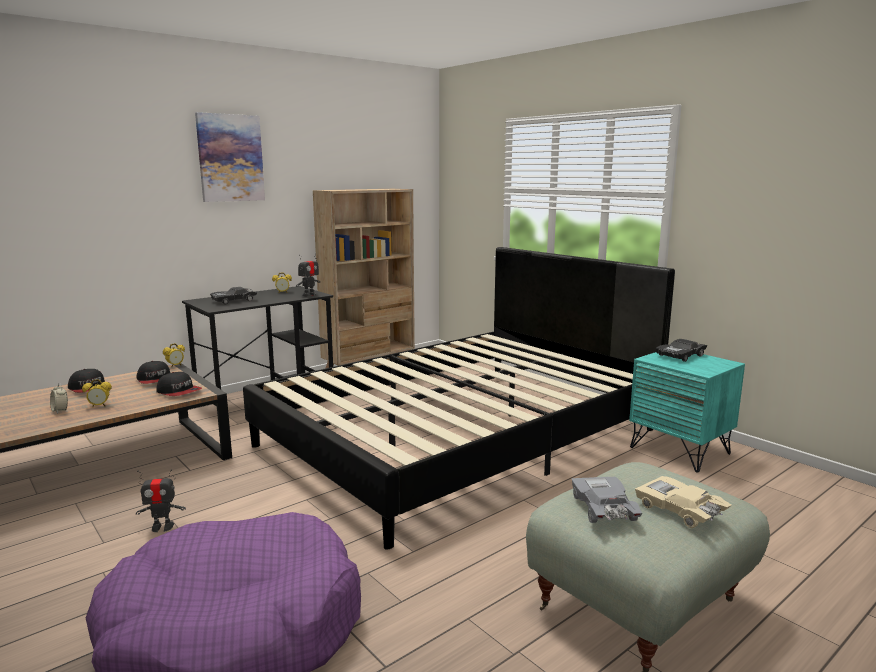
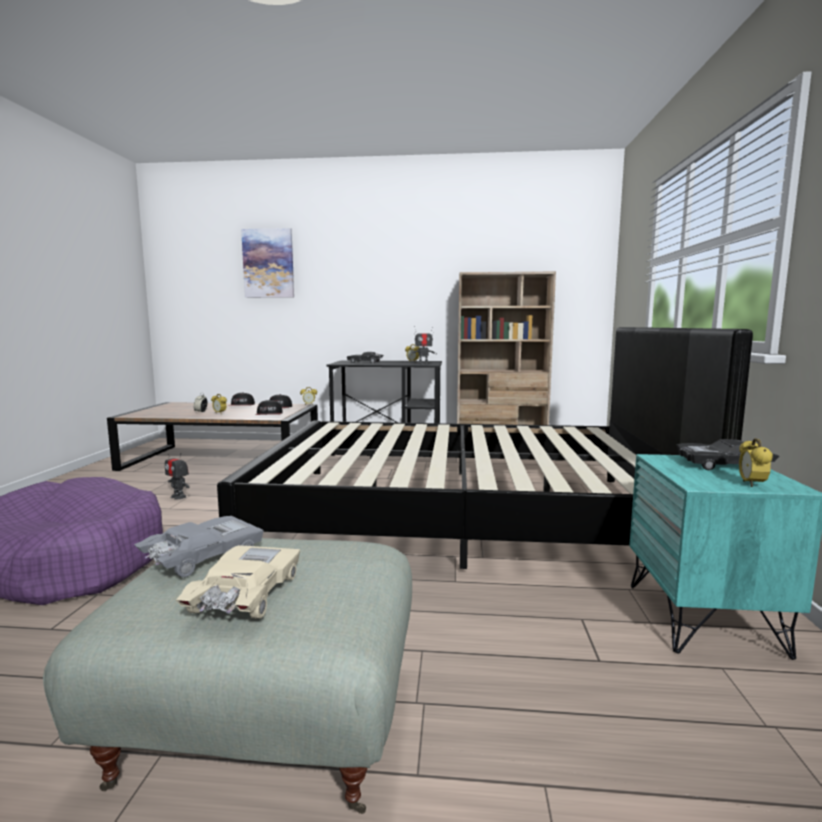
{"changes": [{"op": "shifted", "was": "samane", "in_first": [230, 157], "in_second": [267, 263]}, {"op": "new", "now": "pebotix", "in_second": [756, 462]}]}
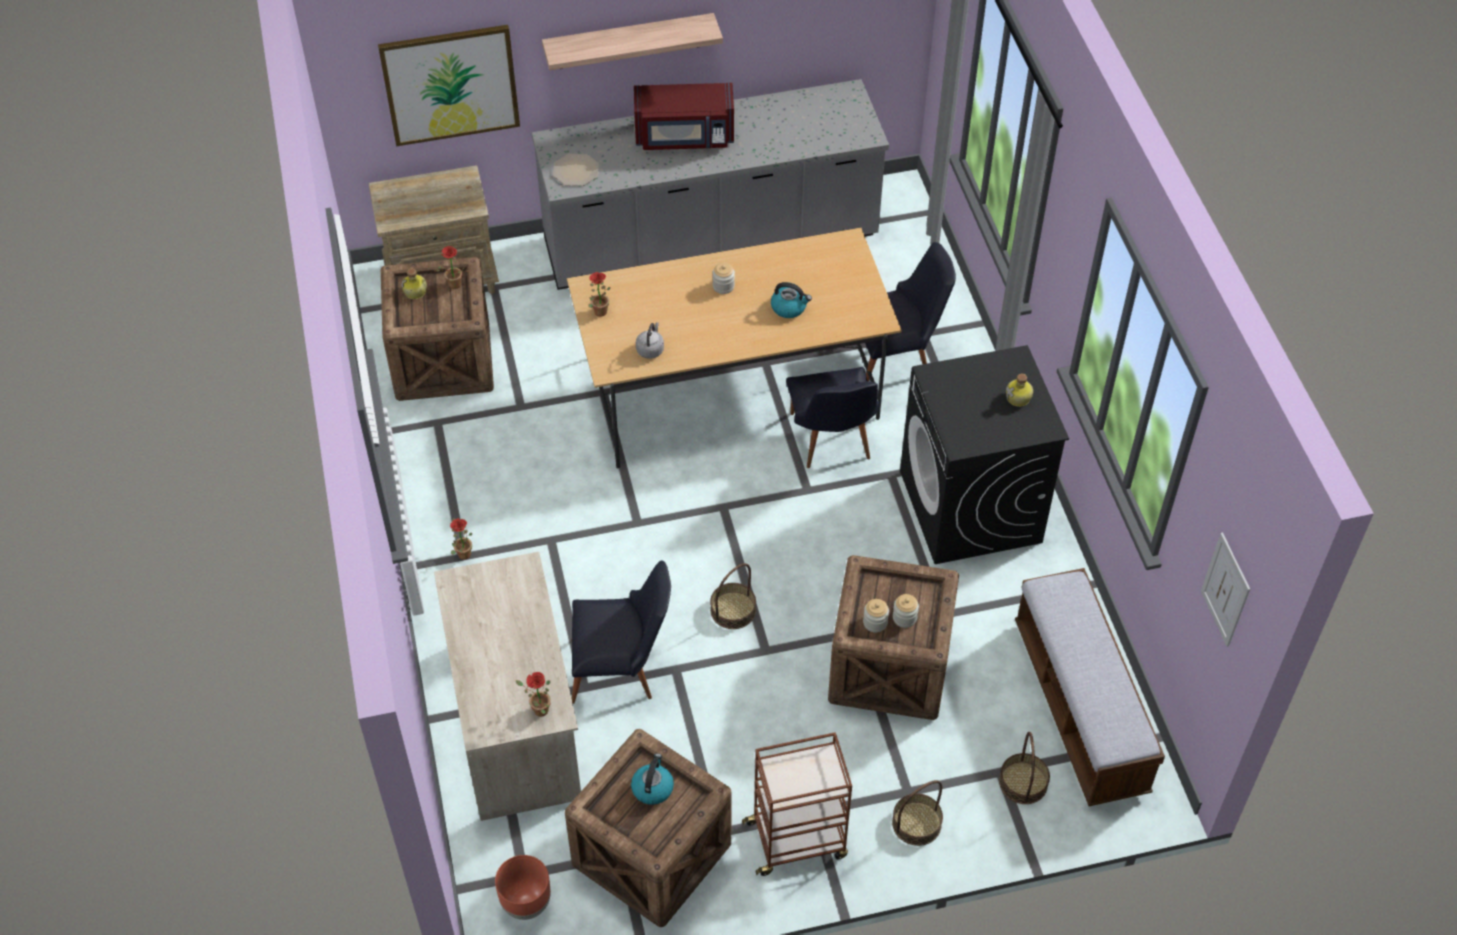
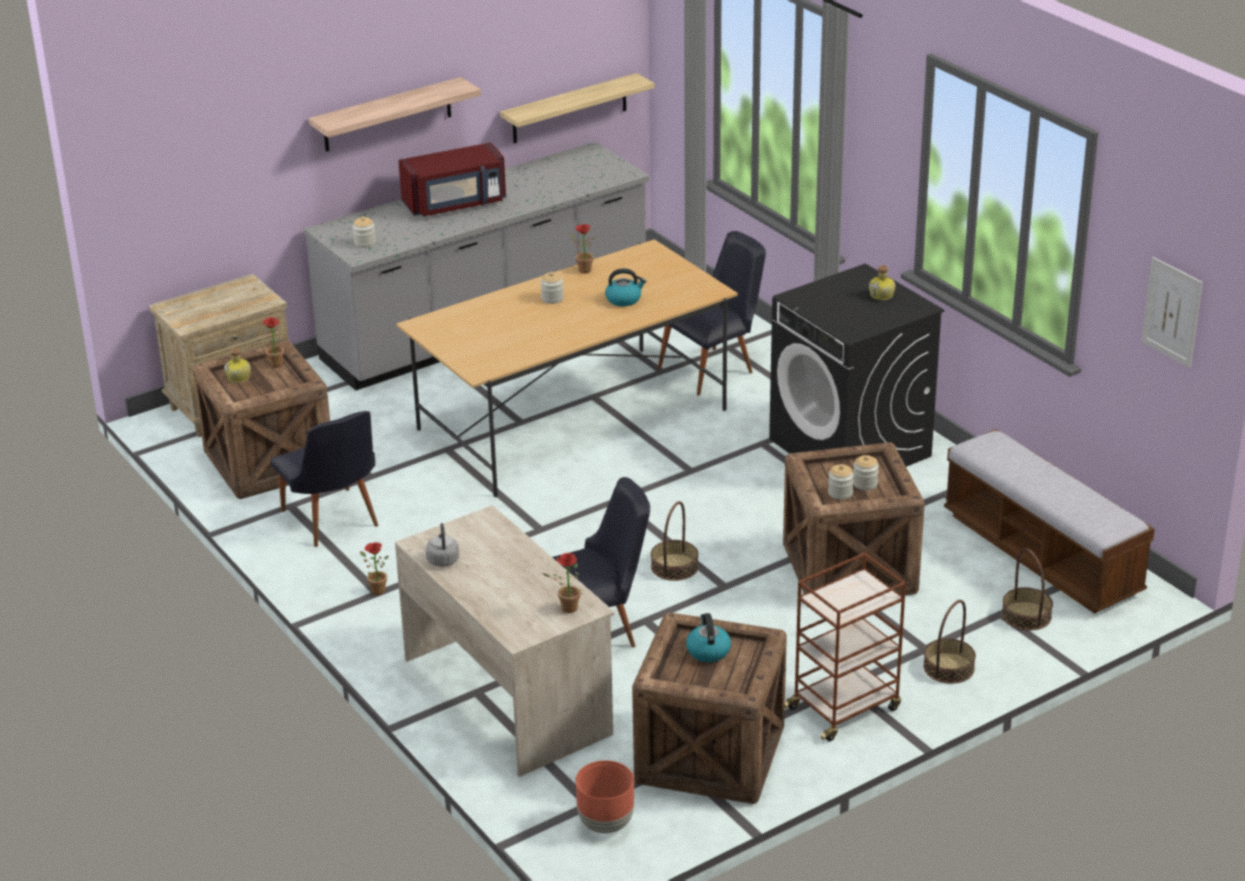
{"changes": [{"op": "gone", "was": "samane", "in_first": [449, 85]}, {"op": "swapped", "was": "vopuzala", "now": "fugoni", "in_first": [575, 170], "in_second": [364, 232]}, {"op": "shifted", "was": "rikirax", "in_first": [599, 294], "in_second": [583, 248]}, {"op": "shifted", "was": "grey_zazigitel", "in_first": [650, 340], "in_second": [442, 545]}, {"op": "shifted", "was": "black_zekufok", "in_first": [833, 417], "in_second": [324, 479]}, {"op": "new", "now": "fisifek", "in_second": [577, 108]}]}
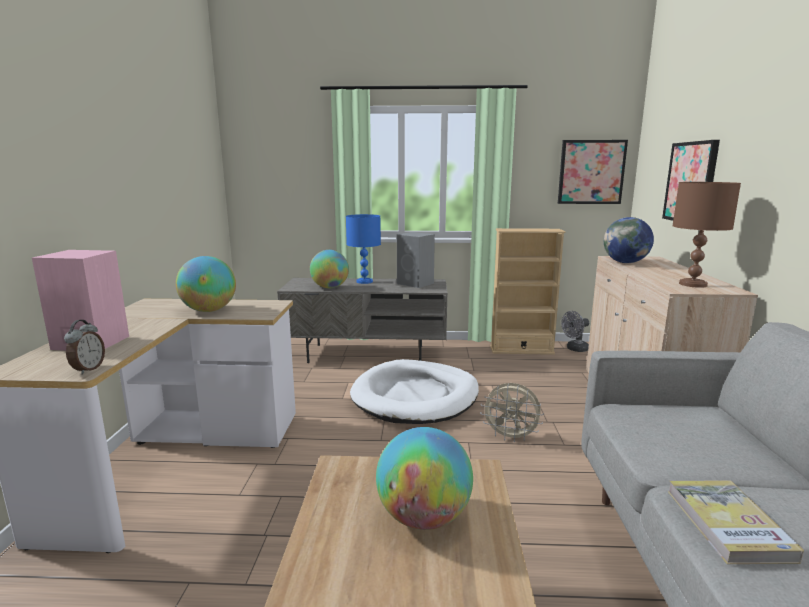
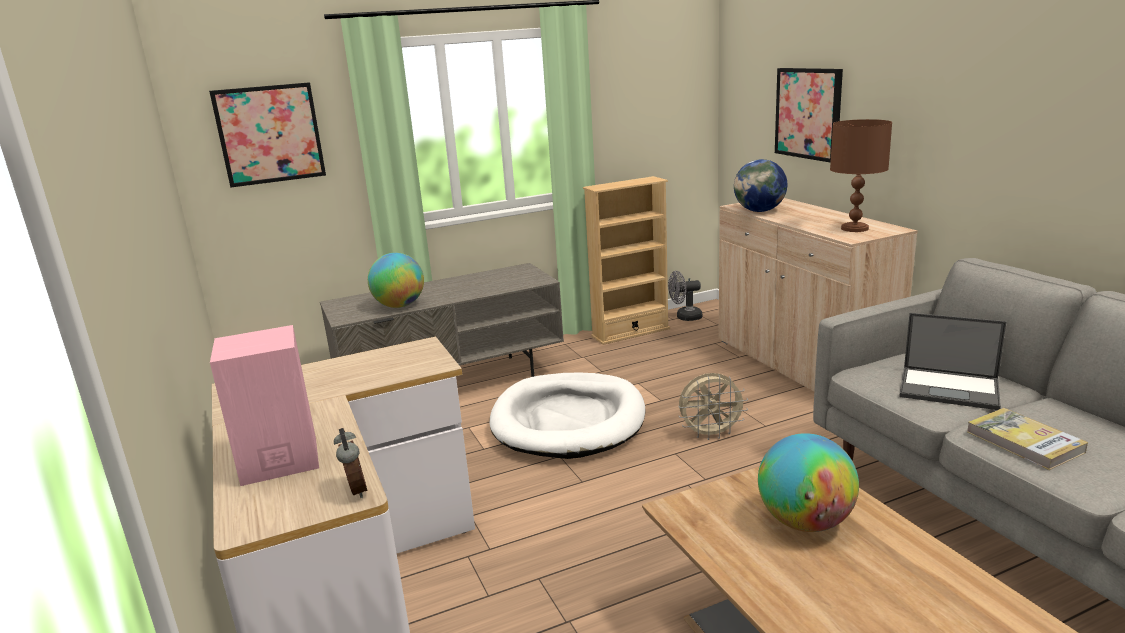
{"changes": [{"op": "gone", "was": "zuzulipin", "in_first": [206, 284]}, {"op": "gone", "was": "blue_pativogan", "in_first": [363, 249]}, {"op": "gone", "was": "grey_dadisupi", "in_first": [416, 260]}, {"op": "shifted", "was": "samane", "in_first": [593, 172], "in_second": [267, 135]}, {"op": "rotated", "was": "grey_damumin", "in_first": [575, 331], "in_second": [685, 296], "clockwise": 45}, {"op": "new", "now": "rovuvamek", "in_second": [952, 361]}]}
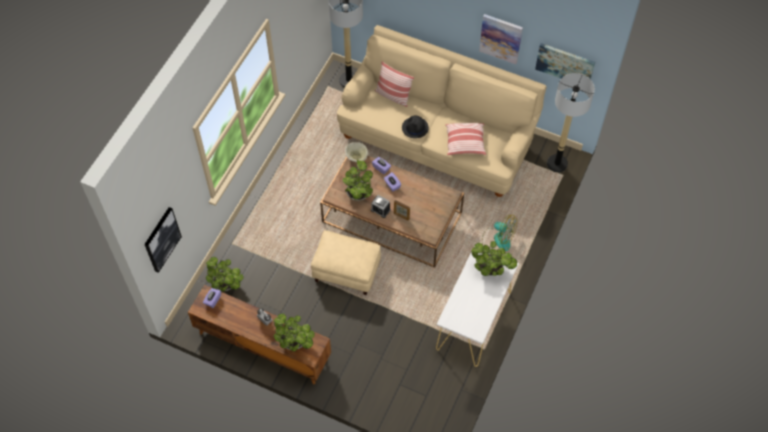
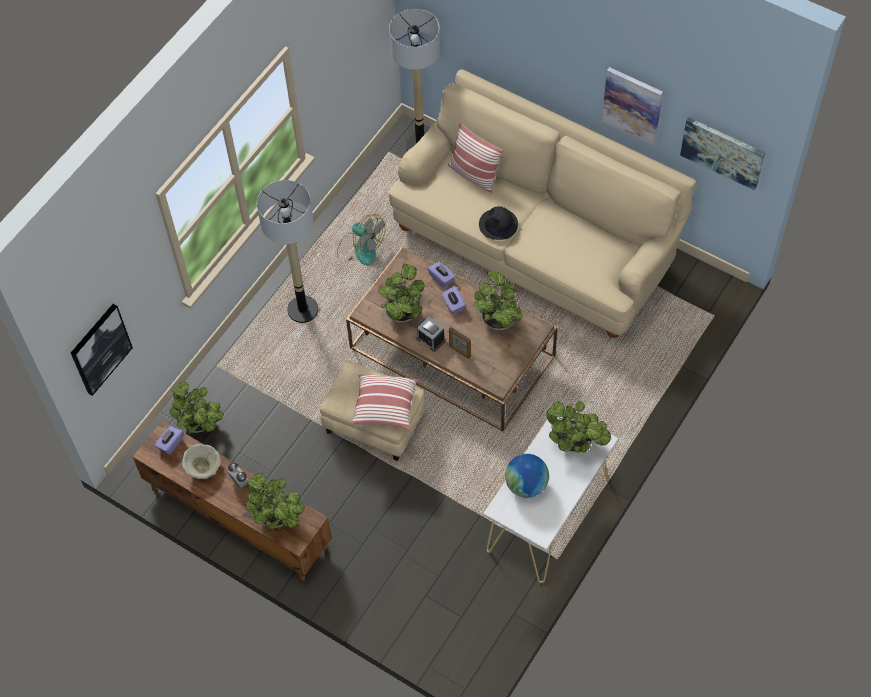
{"changes": [{"op": "shifted", "was": "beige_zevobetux", "in_first": [356, 152], "in_second": [201, 461]}, {"op": "shifted", "was": "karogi", "in_first": [465, 139], "in_second": [384, 403]}, {"op": "shifted", "was": "damumin", "in_first": [499, 233], "in_second": [361, 240]}, {"op": "shifted", "was": "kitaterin", "in_first": [571, 123], "in_second": [287, 251]}, {"op": "new", "now": "rikirax", "in_second": [498, 300]}, {"op": "new", "now": "zuzulipin", "in_second": [527, 476]}]}
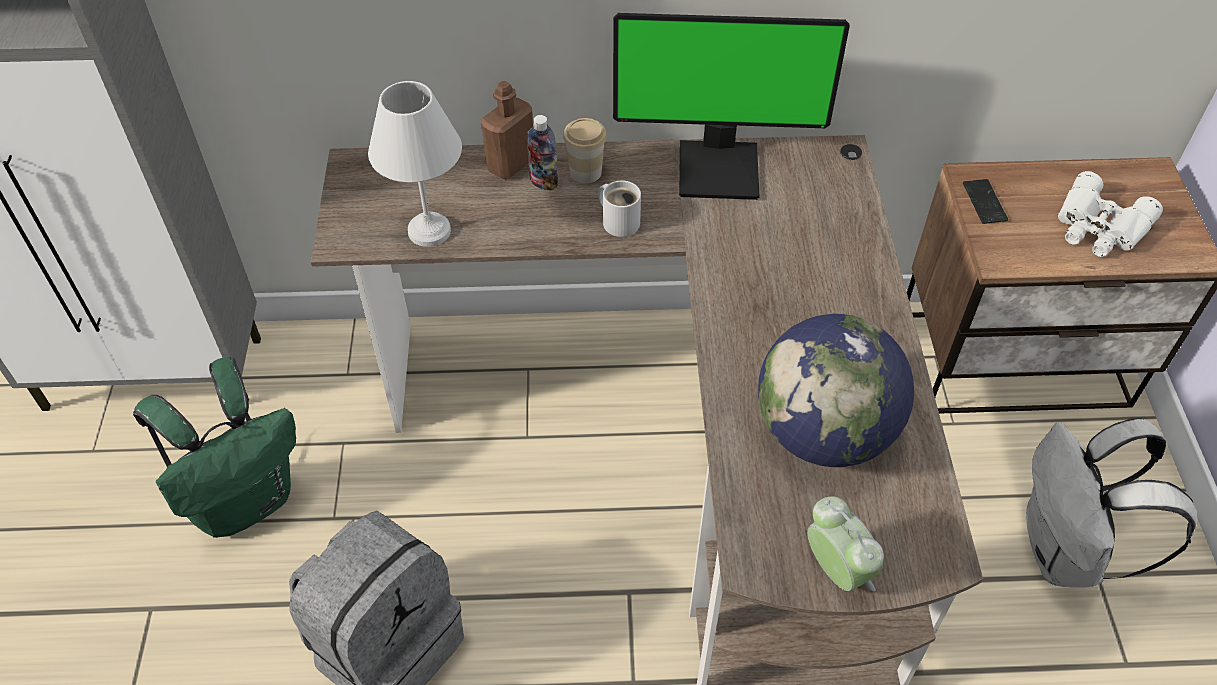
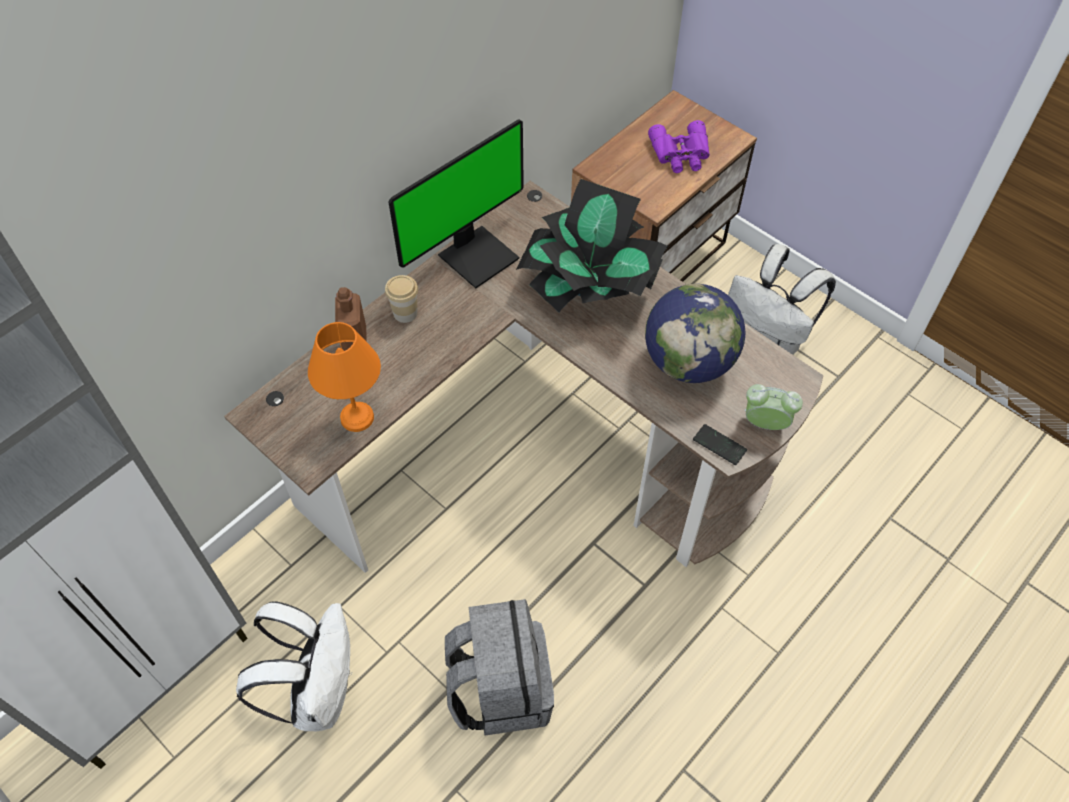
{"changes": [{"op": "repainted", "was": "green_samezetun", "now": "white_samezetun", "in_first": [214, 447], "in_second": [294, 666]}, {"op": "repainted", "was": "white_pativogan", "now": "orange_pativogan", "in_first": [415, 164], "in_second": [344, 377]}, {"op": "gone", "was": "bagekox", "in_first": [542, 153]}, {"op": "gone", "was": "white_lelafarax", "in_first": [619, 208]}, {"op": "shifted", "was": "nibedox", "in_first": [985, 201], "in_second": [720, 444]}, {"op": "repainted", "was": "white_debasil", "now": "purple_debasil", "in_first": [1110, 214], "in_second": [679, 146]}, {"op": "new", "now": "rikirax", "in_second": [591, 245]}]}
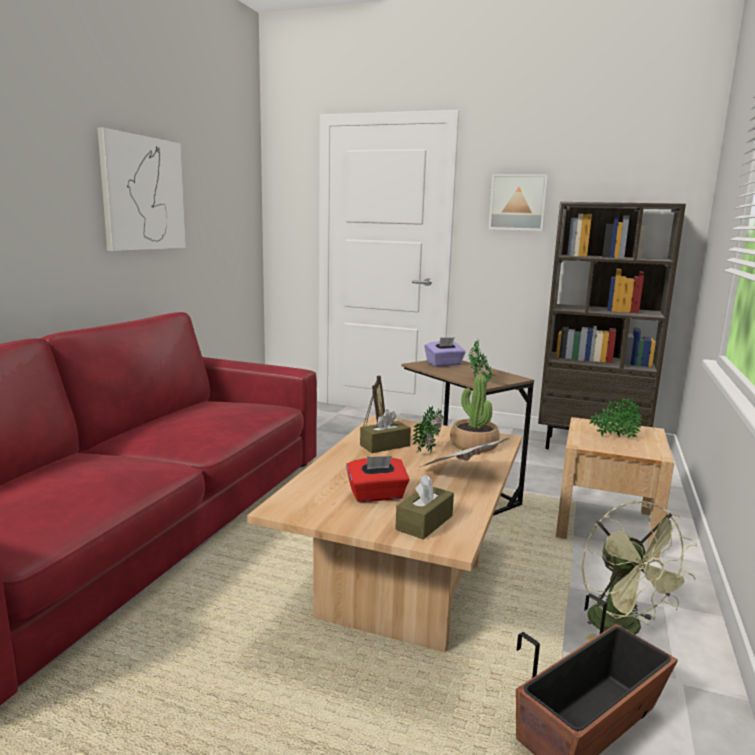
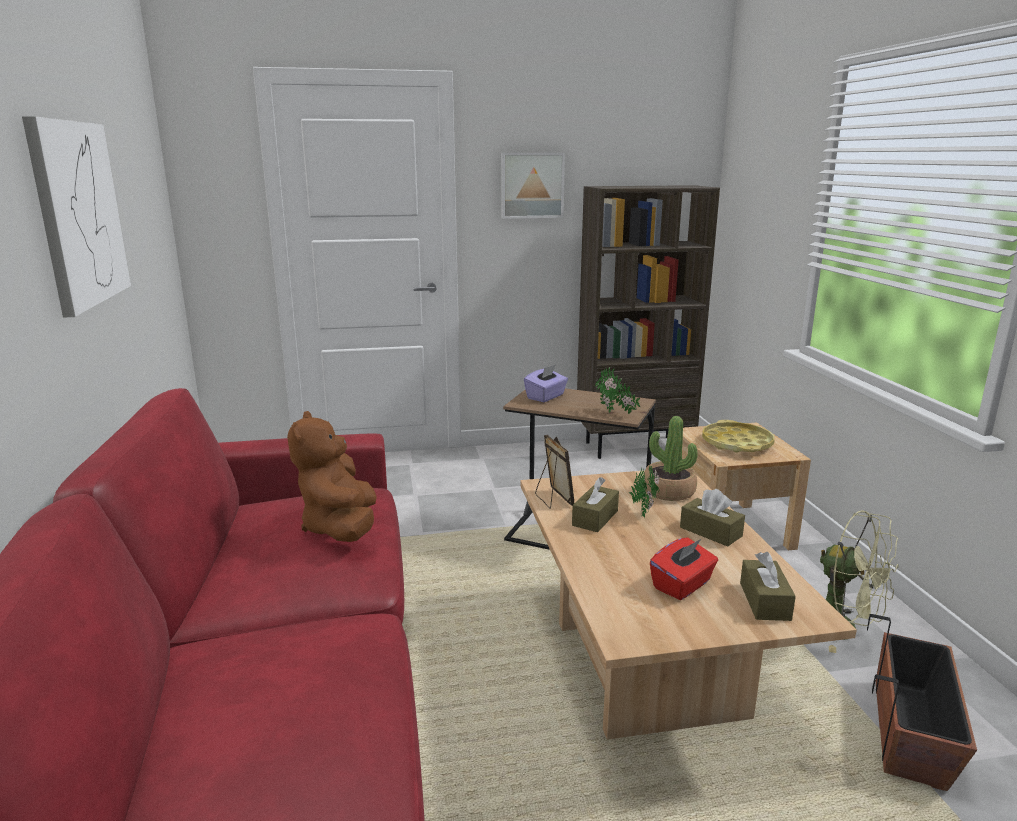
{"changes": [{"op": "swapped", "was": "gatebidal", "now": "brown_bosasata", "in_first": [464, 452], "in_second": [712, 517]}, {"op": "swapped", "was": "rikirax", "now": "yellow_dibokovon", "in_first": [615, 418], "in_second": [738, 436]}, {"op": "new", "now": "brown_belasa", "in_second": [332, 476]}]}
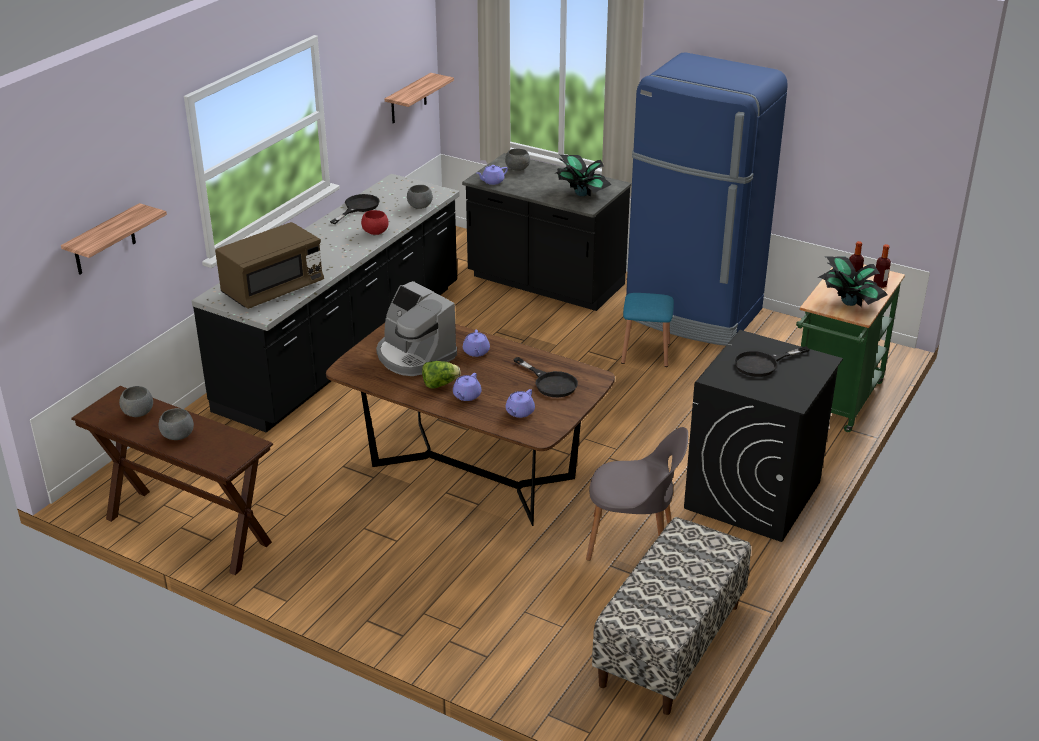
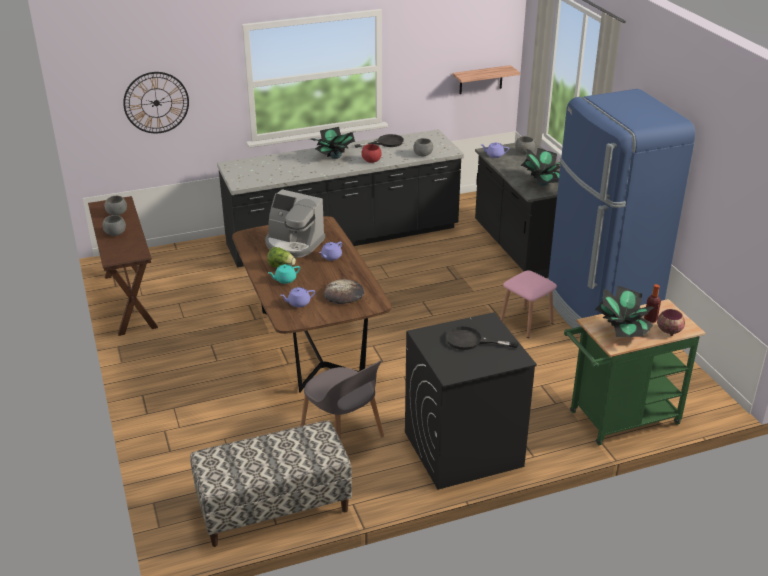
{"changes": [{"op": "swapped", "was": "fisifek", "now": "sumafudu", "in_first": [114, 239], "in_second": [156, 102]}, {"op": "gone", "was": "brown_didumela", "in_first": [269, 265]}, {"op": "rotated", "was": "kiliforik", "in_first": [416, 328], "in_second": [295, 223], "clockwise": -60}, {"op": "repainted", "was": "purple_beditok", "now": "turquoise_beditok", "in_first": [467, 387], "in_second": [284, 274]}, {"op": "swapped", "was": "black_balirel", "now": "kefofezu", "in_first": [545, 377], "in_second": [344, 291]}, {"op": "repainted", "was": "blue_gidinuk", "now": "pink_gidinuk", "in_first": [647, 330], "in_second": [528, 304]}, {"op": "swapped", "was": "bagekox", "now": "zevobetux", "in_first": [882, 266], "in_second": [671, 322]}, {"op": "new", "now": "rikirax", "in_second": [333, 143]}]}
